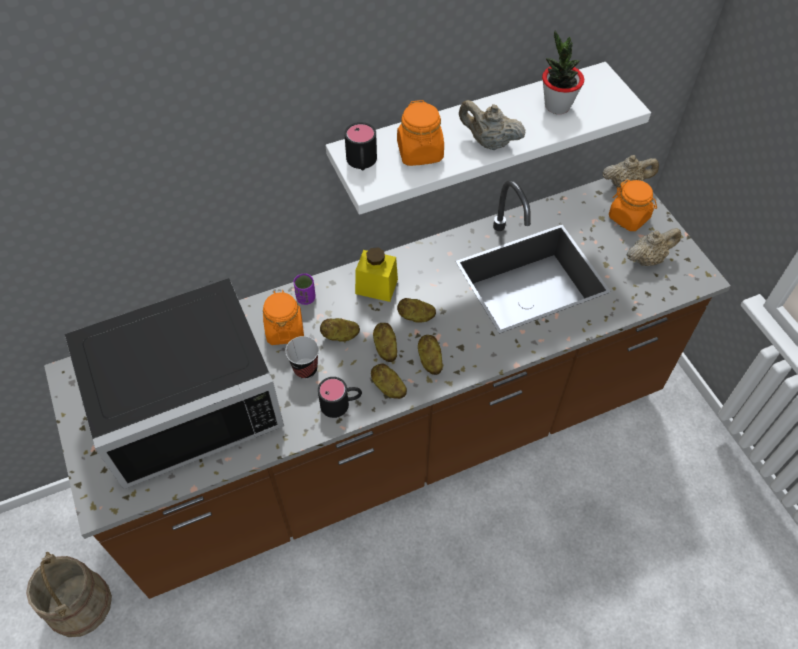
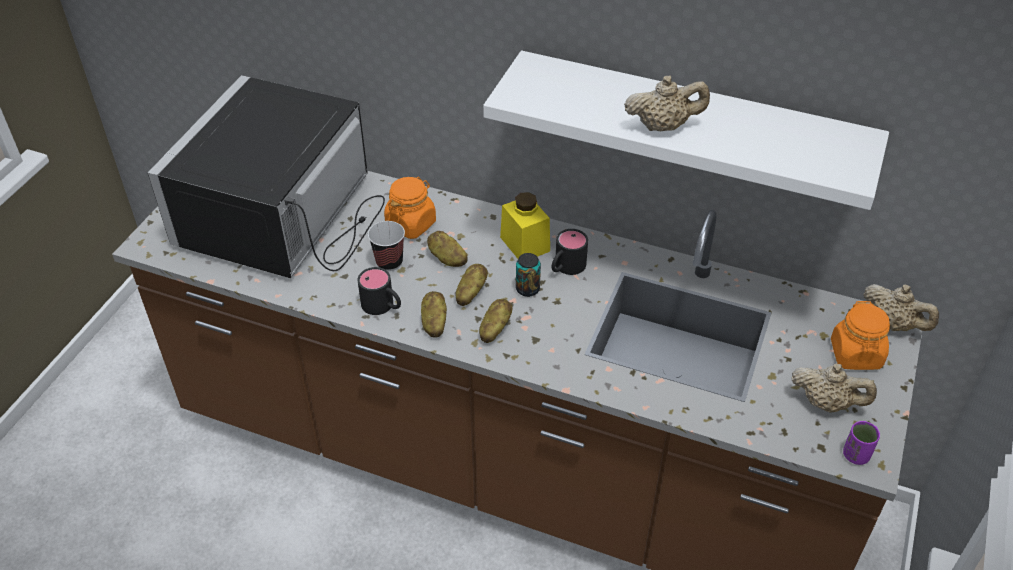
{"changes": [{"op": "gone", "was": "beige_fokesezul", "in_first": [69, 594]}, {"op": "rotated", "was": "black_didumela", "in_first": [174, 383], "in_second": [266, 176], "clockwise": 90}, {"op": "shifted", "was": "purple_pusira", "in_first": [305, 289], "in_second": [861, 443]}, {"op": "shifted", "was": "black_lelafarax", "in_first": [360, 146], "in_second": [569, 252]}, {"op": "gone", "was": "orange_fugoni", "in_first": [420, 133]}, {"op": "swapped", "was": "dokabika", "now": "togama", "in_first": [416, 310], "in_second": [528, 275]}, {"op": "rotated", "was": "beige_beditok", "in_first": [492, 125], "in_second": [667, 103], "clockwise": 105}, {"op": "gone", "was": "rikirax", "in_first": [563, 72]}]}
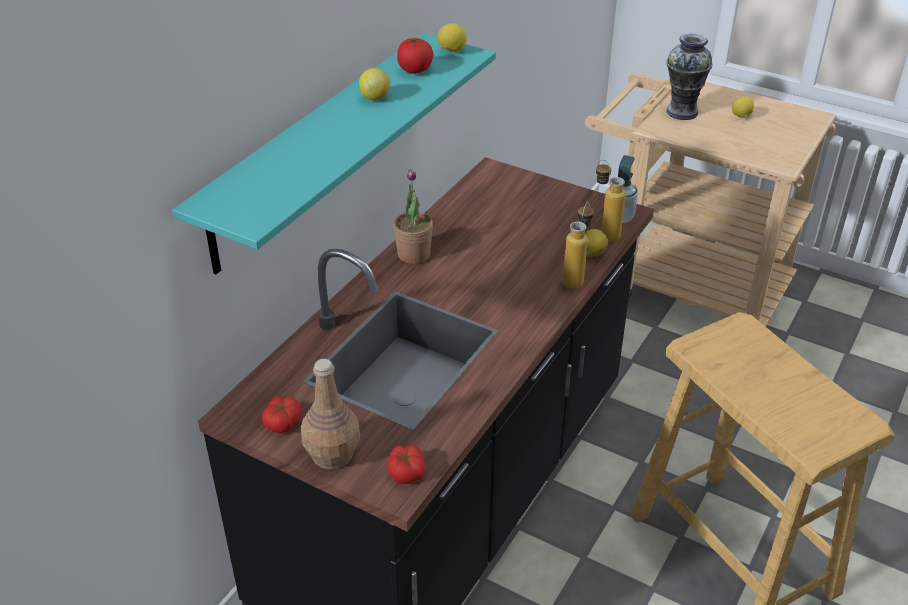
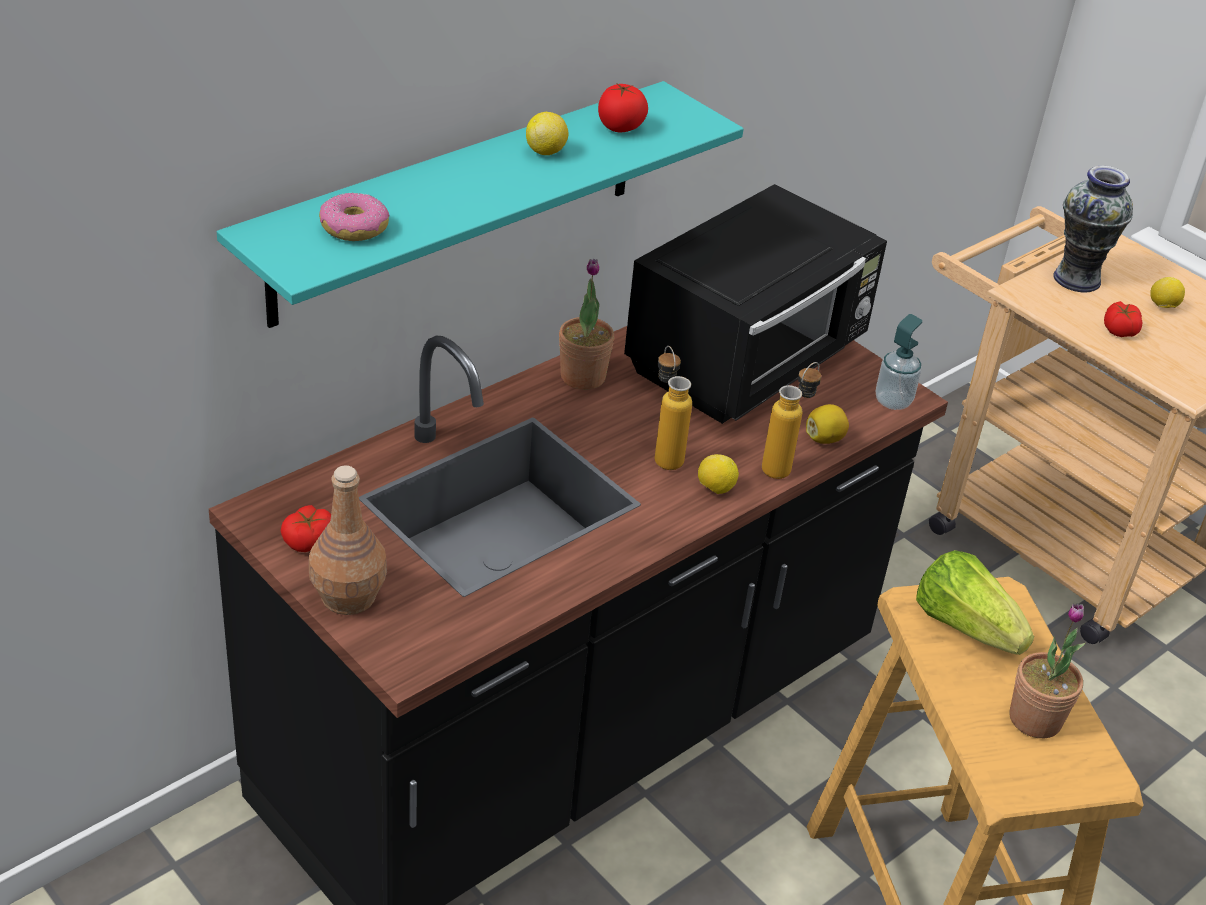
{"changes": [{"op": "shifted", "was": "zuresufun", "in_first": [407, 464], "in_second": [1123, 319]}, {"op": "shifted", "was": "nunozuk", "in_first": [452, 38], "in_second": [718, 474]}, {"op": "shifted", "was": "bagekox", "in_first": [611, 200], "in_second": [673, 408]}, {"op": "new", "now": "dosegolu", "in_second": [354, 216]}, {"op": "new", "now": "black_didumela", "in_second": [755, 304]}, {"op": "new", "now": "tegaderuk", "in_second": [975, 602]}, {"op": "new", "now": "rikirax", "in_second": [1047, 670]}]}
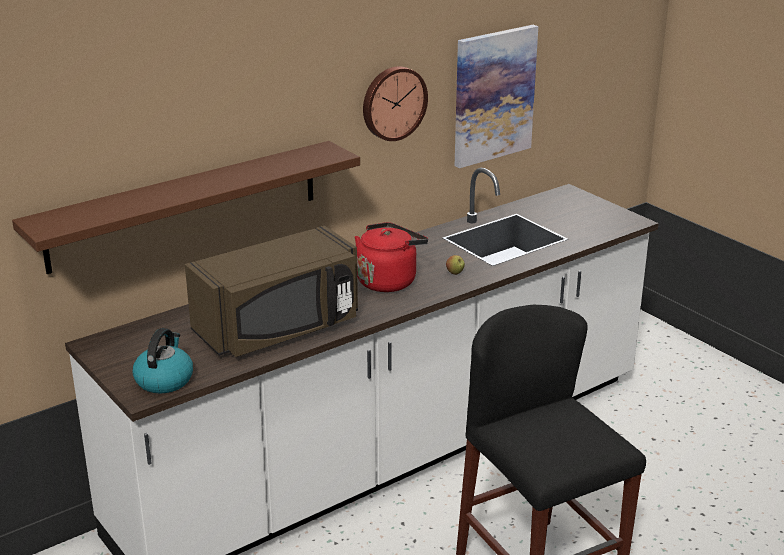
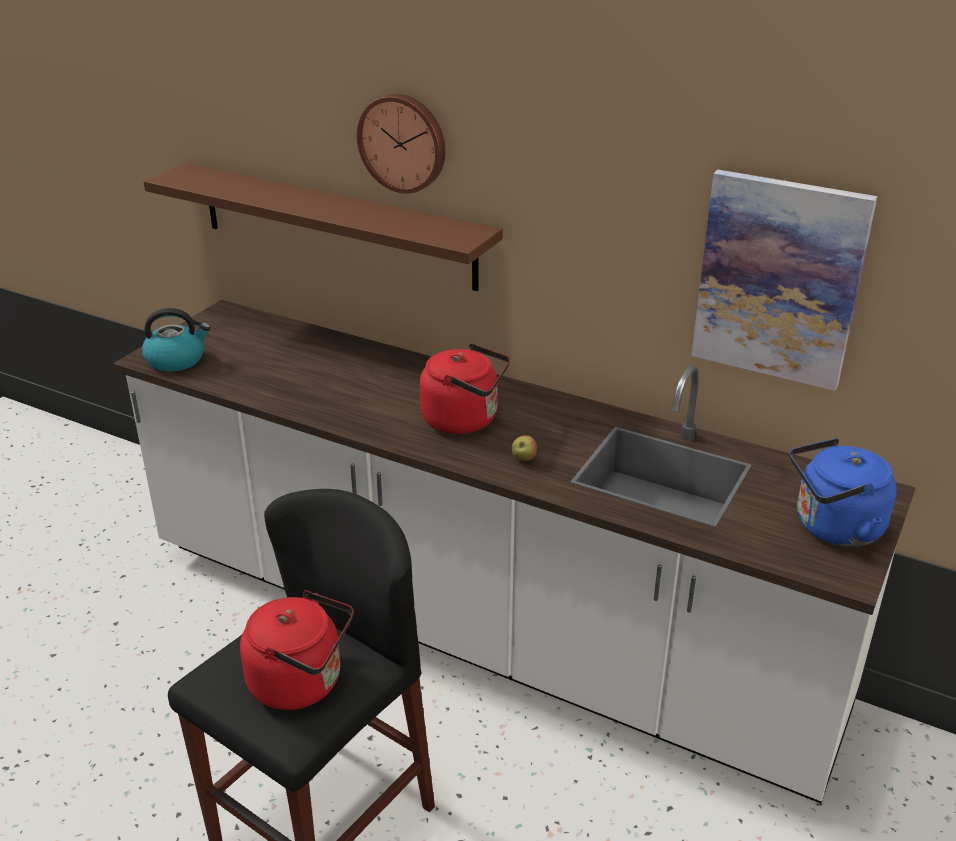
{"changes": [{"op": "gone", "was": "brown_didumela", "in_first": [271, 291]}, {"op": "shifted", "was": "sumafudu", "in_first": [395, 103], "in_second": [401, 144]}, {"op": "new", "now": "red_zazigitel", "in_second": [297, 650]}, {"op": "new", "now": "blue_zazigitel", "in_second": [843, 492]}]}
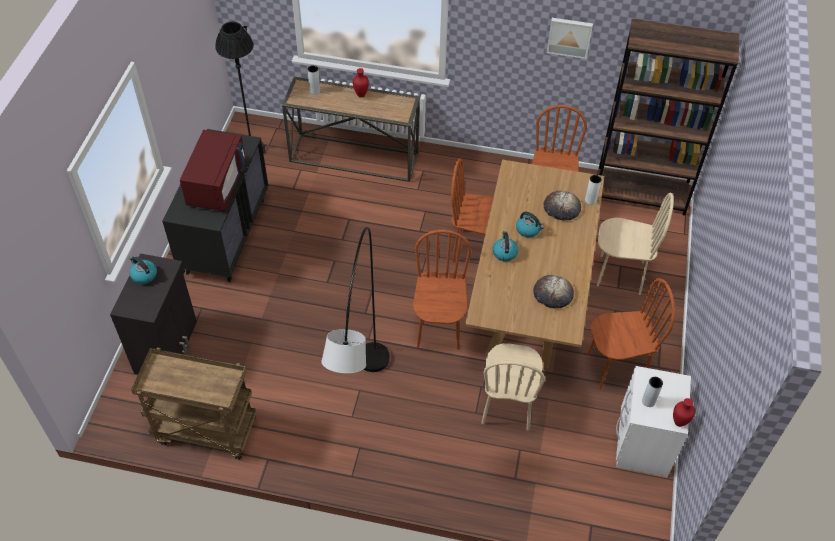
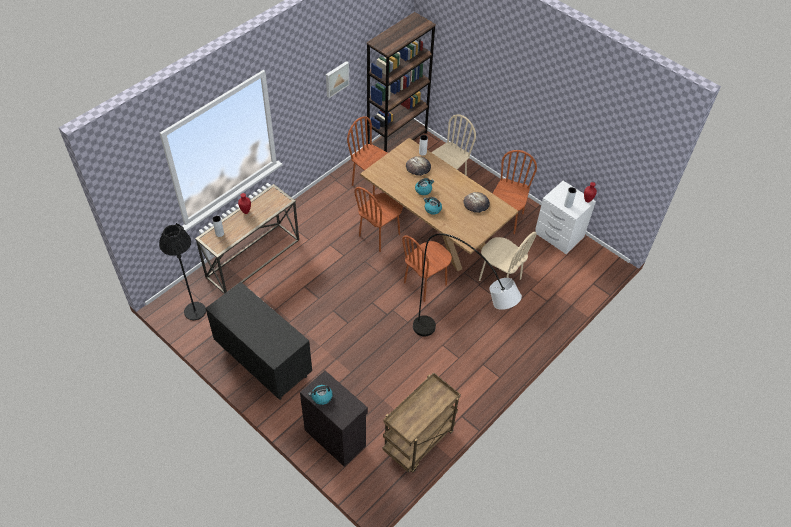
{"changes": [{"op": "gone", "was": "red_didumela", "in_first": [213, 170]}, {"op": "rotated", "was": "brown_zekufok", "in_first": [442, 290], "in_second": [427, 268], "clockwise": -75}]}
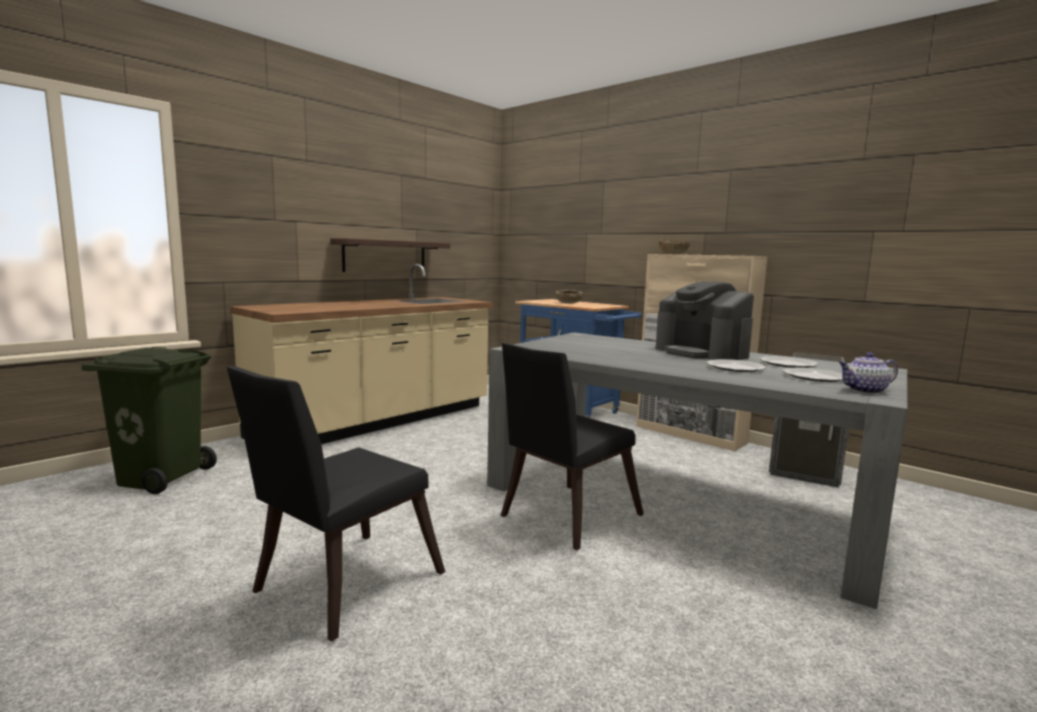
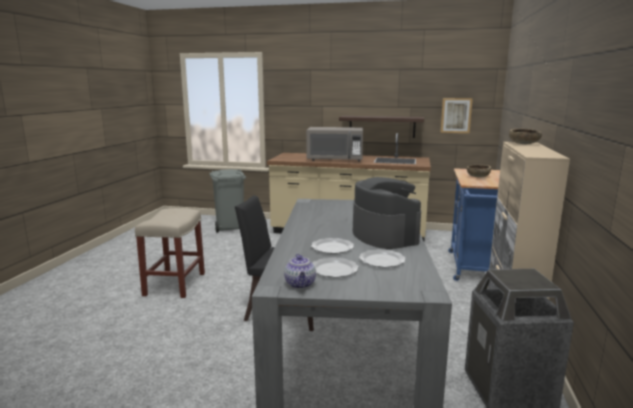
{"changes": [{"op": "repainted", "was": "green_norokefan", "now": "grey_norokefan", "in_first": [149, 420], "in_second": [227, 201]}, {"op": "swapped", "was": "black_zekufok", "now": "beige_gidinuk", "in_first": [336, 504], "in_second": [170, 253]}, {"op": "rotated", "was": "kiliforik", "in_first": [705, 320], "in_second": [387, 213], "clockwise": 135}, {"op": "rotated", "was": "beditok", "in_first": [868, 373], "in_second": [300, 271], "clockwise": -150}, {"op": "new", "now": "grey_didumela", "in_second": [334, 144]}, {"op": "new", "now": "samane", "in_second": [456, 115]}]}
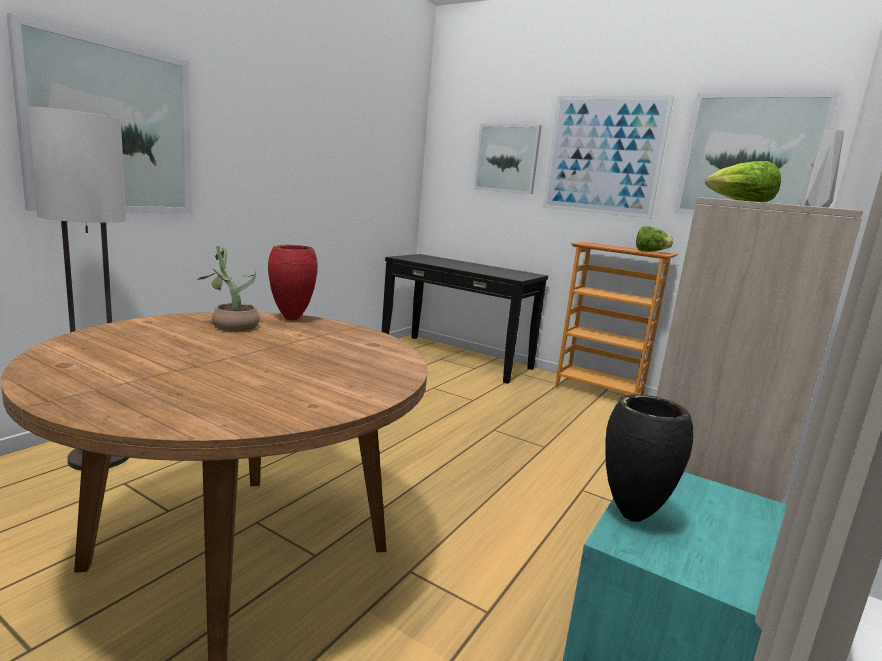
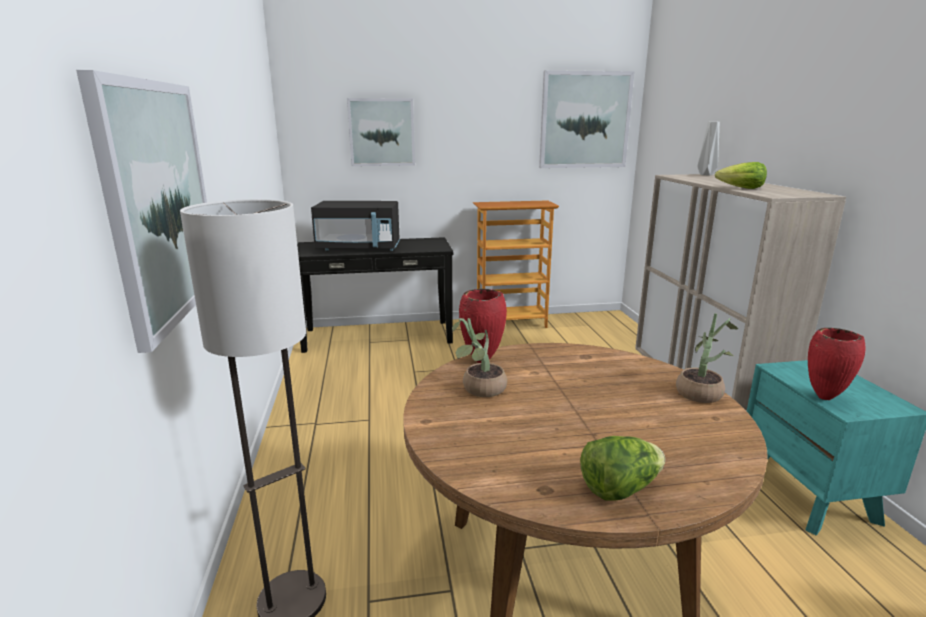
{"changes": [{"op": "gone", "was": "samane", "in_first": [608, 157]}, {"op": "repainted", "was": "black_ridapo", "now": "red_ridapo", "in_first": [649, 458], "in_second": [836, 364]}, {"op": "shifted", "was": "tegaderuk", "in_first": [654, 239], "in_second": [622, 468]}, {"op": "new", "now": "black_didumela", "in_second": [355, 226]}, {"op": "new", "now": "rikirax", "in_second": [707, 358]}]}
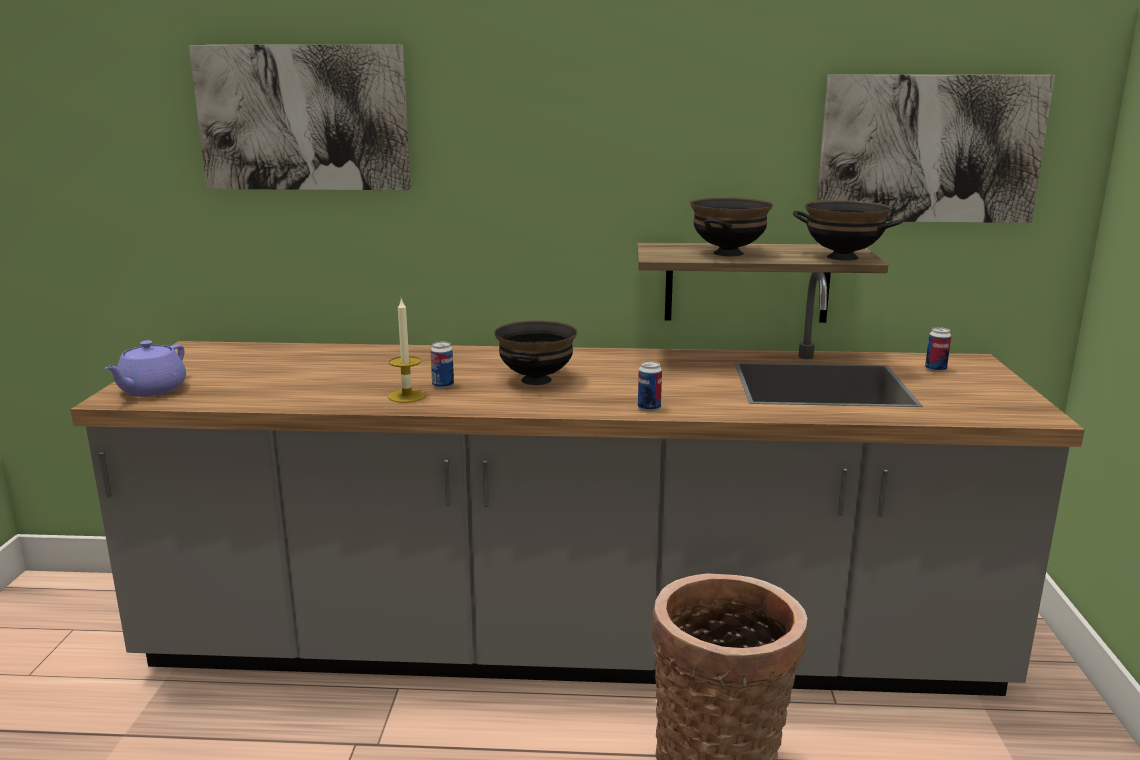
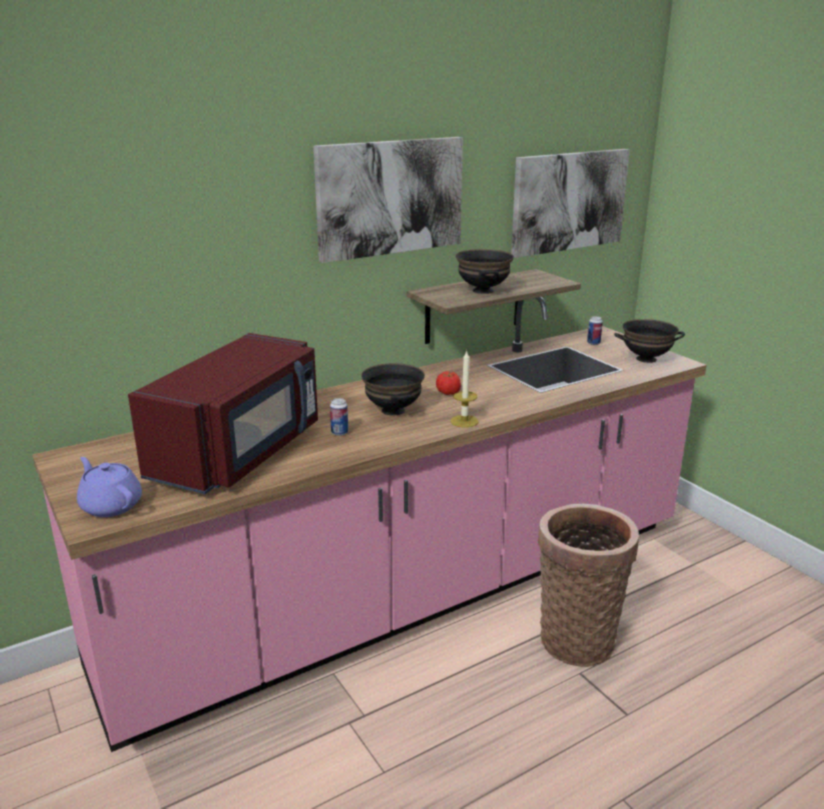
{"changes": [{"op": "repainted", "was": "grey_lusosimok", "now": "pink_lusosimok", "in_first": [577, 484], "in_second": [369, 524]}, {"op": "rotated", "was": "purple_beditok", "in_first": [145, 368], "in_second": [109, 487], "clockwise": 150}, {"op": "shifted", "was": "samane", "in_first": [300, 117], "in_second": [388, 200]}, {"op": "shifted", "was": "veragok", "in_first": [407, 350], "in_second": [464, 389]}, {"op": "gone", "was": "togama", "in_first": [650, 386]}, {"op": "shifted", "was": "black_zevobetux", "in_first": [848, 230], "in_second": [649, 341]}, {"op": "new", "now": "red_didumela", "in_second": [223, 413]}, {"op": "new", "now": "zuresufun", "in_second": [448, 383]}]}
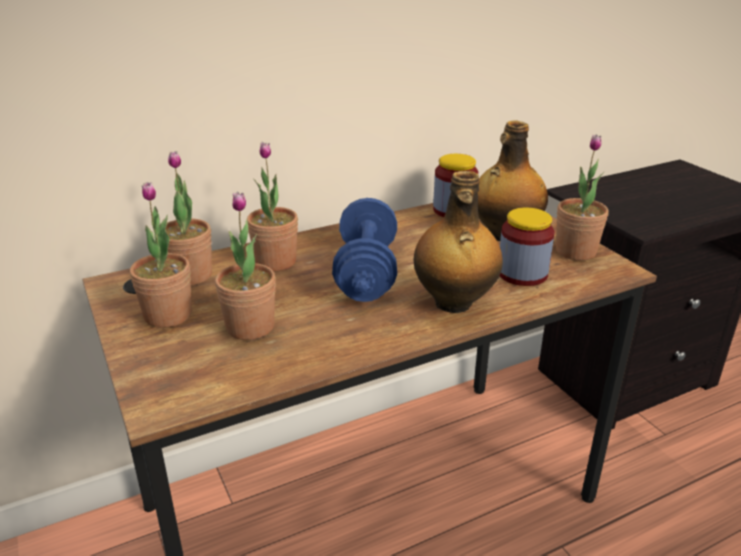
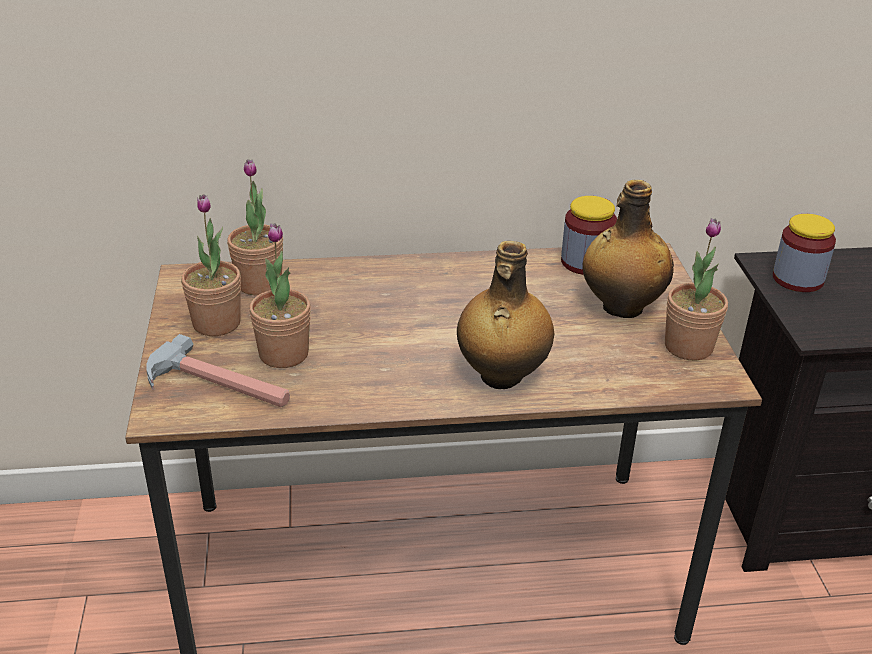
{"changes": [{"op": "gone", "was": "rikirax", "in_first": [272, 206]}, {"op": "gone", "was": "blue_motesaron", "in_first": [364, 250]}, {"op": "shifted", "was": "fugoni", "in_first": [527, 247], "in_second": [804, 253]}, {"op": "new", "now": "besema", "in_second": [218, 370]}]}
